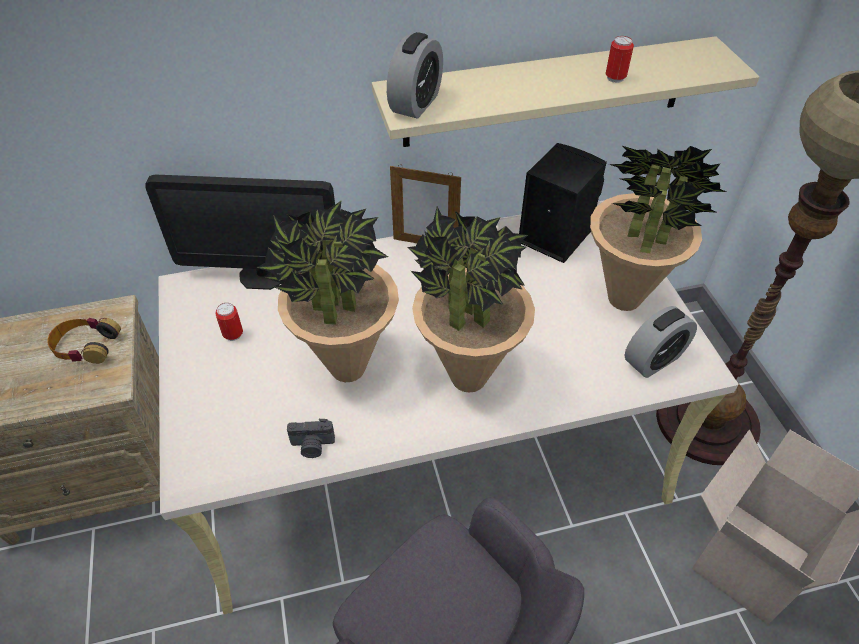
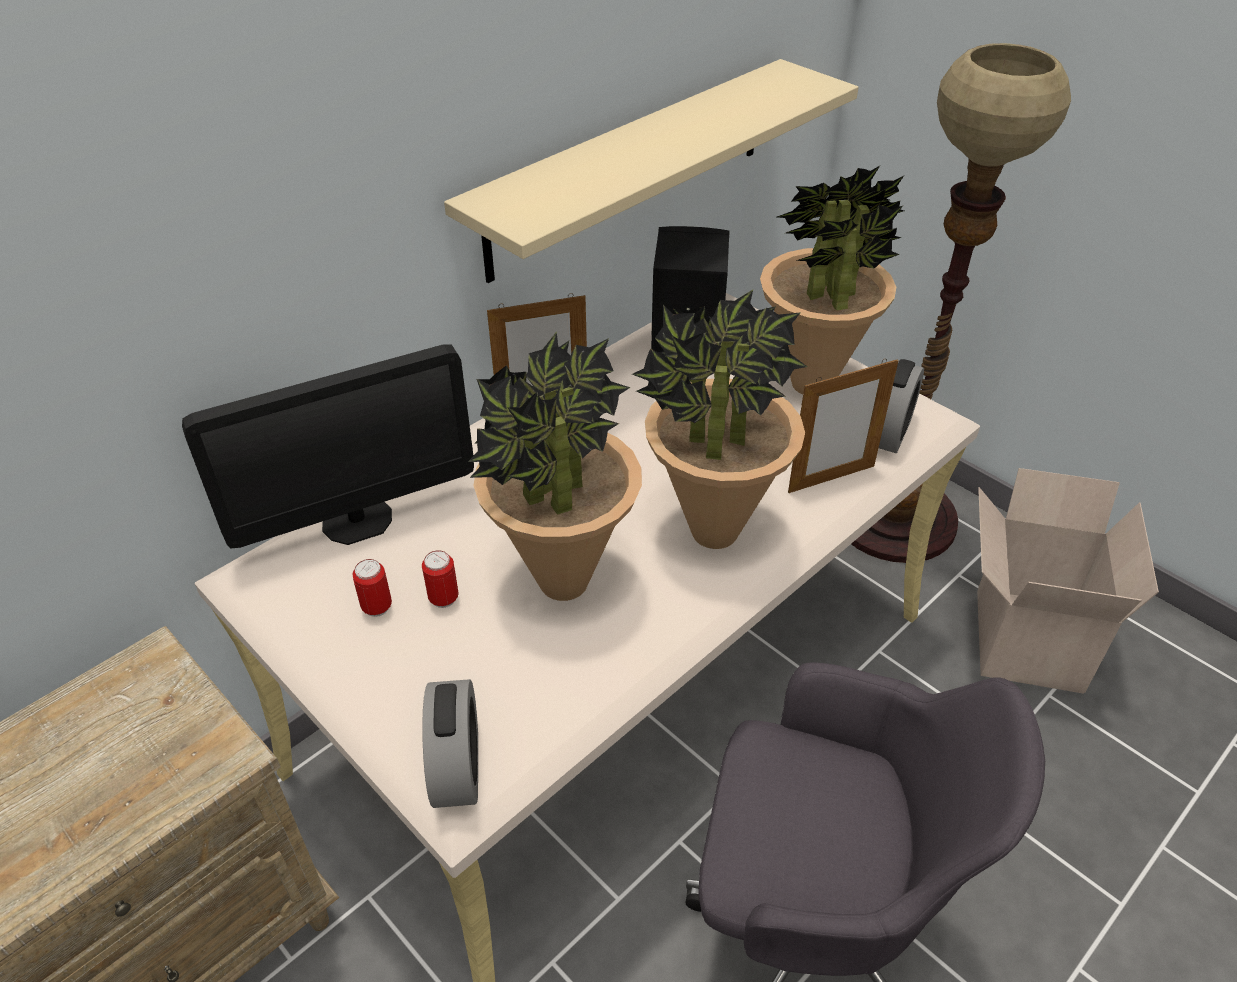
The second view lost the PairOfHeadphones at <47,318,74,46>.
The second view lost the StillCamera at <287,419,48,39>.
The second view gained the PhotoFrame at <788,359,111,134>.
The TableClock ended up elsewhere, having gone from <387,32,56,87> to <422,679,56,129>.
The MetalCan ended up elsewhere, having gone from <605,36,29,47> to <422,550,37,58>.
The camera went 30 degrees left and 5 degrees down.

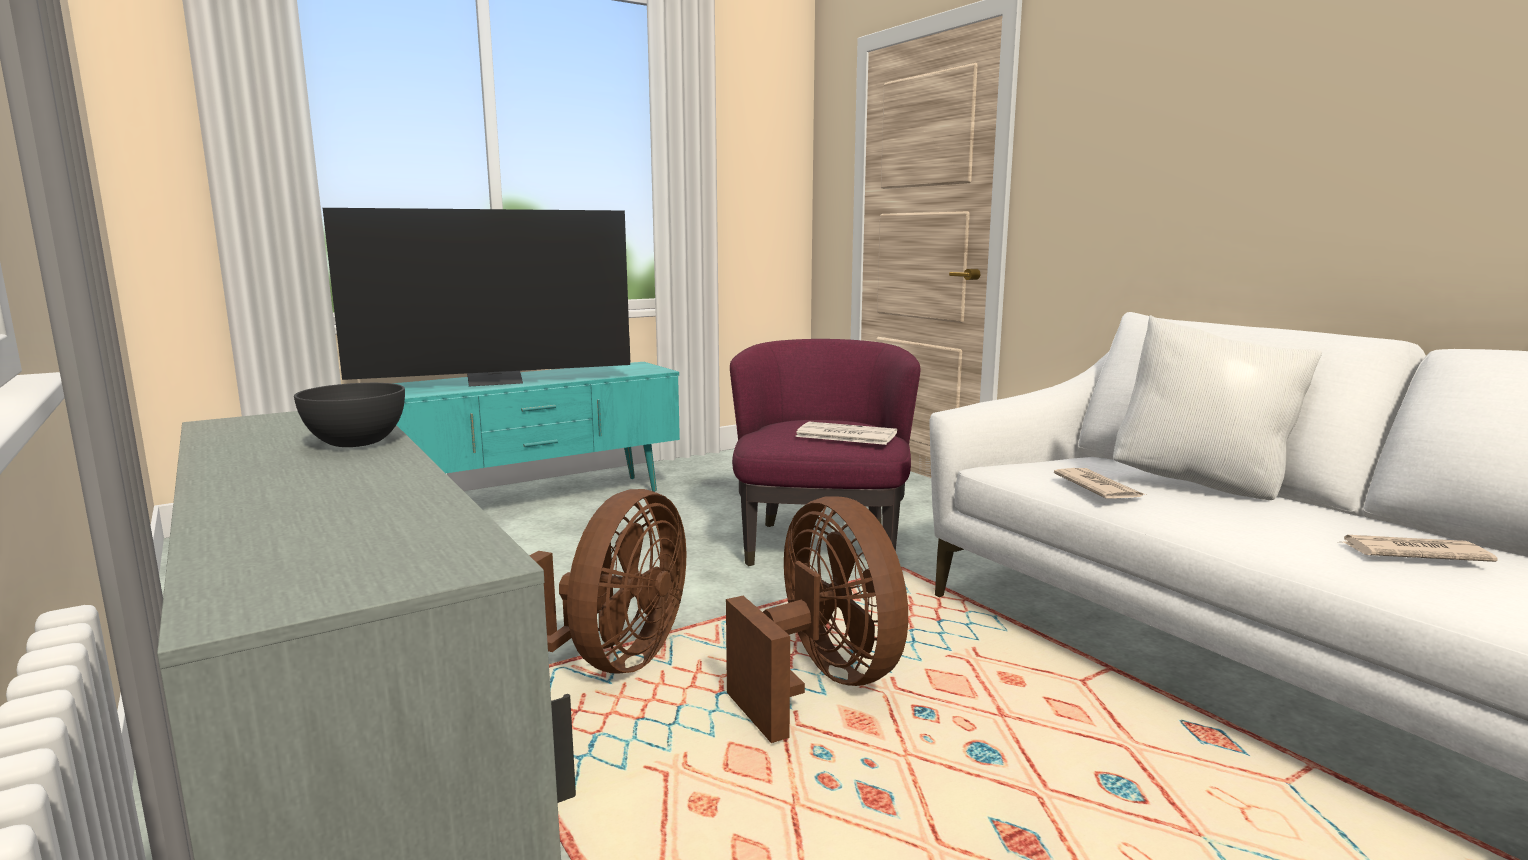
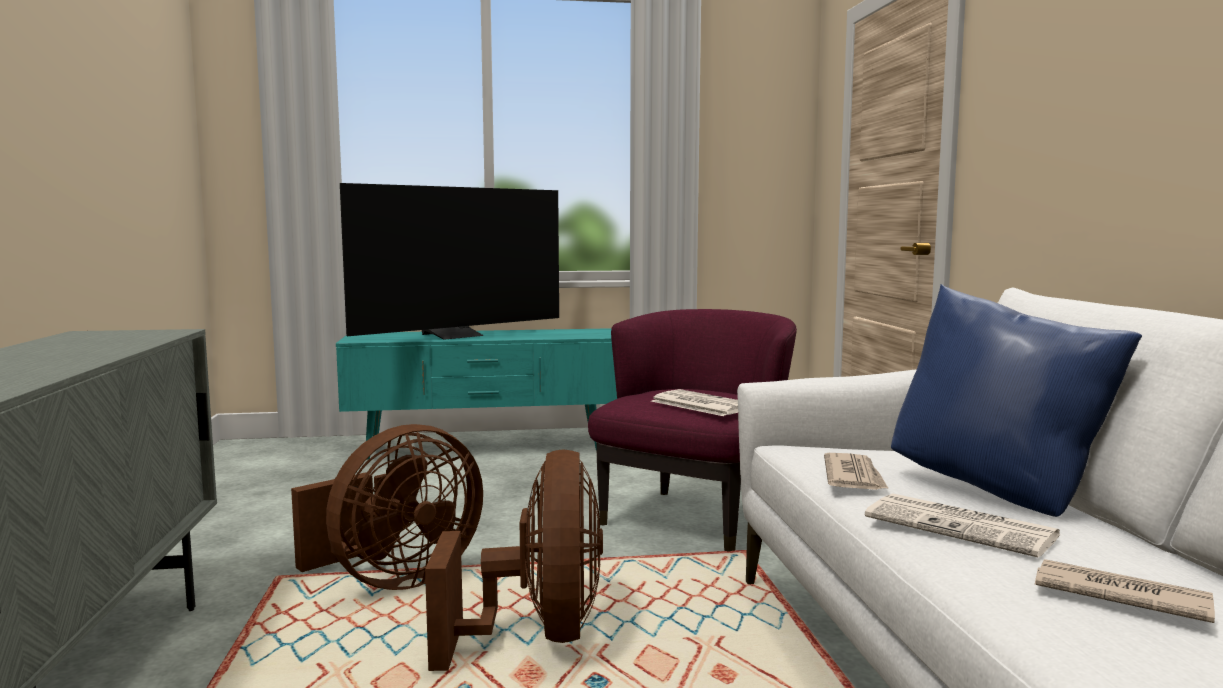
The second view lost the GrayServingBowl at <294,383,111,64>.
The second view gained the Newspaper at <865,493,196,64>.
What was the WhitishCushion at <1113,315,209,185> turned into the BlueColouredCushion at <891,284,251,233>.
The Television at <323,208,307,178> ended up facing another way, 45 degrees counterclockwise from before.
The camera went 25 degrees right and 5 degrees down.

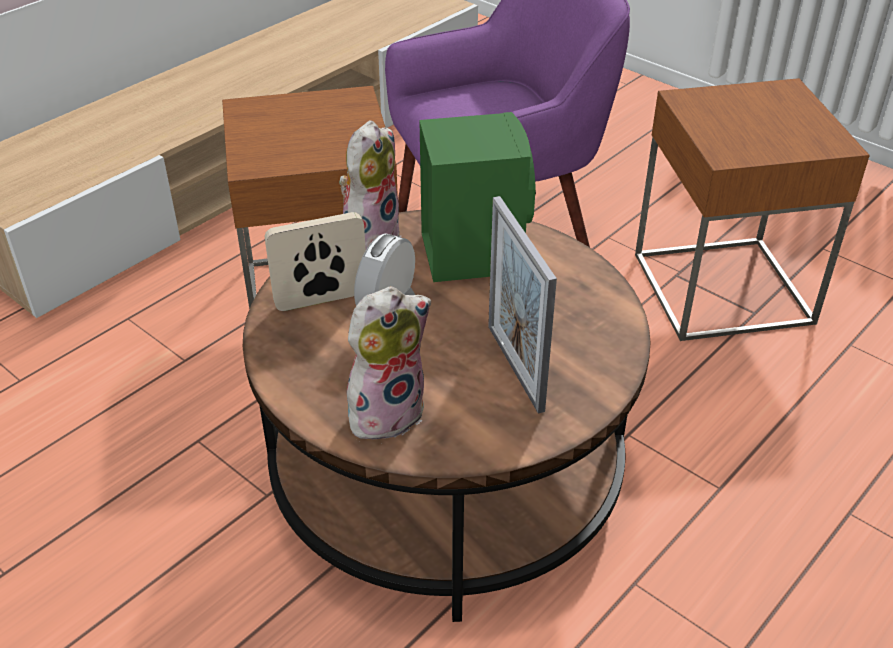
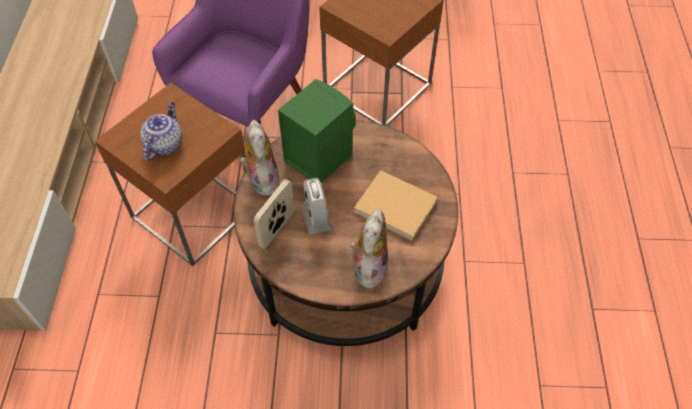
The second view gained the PotForTea at <140,102,42,58>.
Where the PhotoFrame stood at <488,196,69,217>, the SandColouredVolume came to stand at <354,170,83,71>.
The camera went 40 degrees left and 15 degrees up.

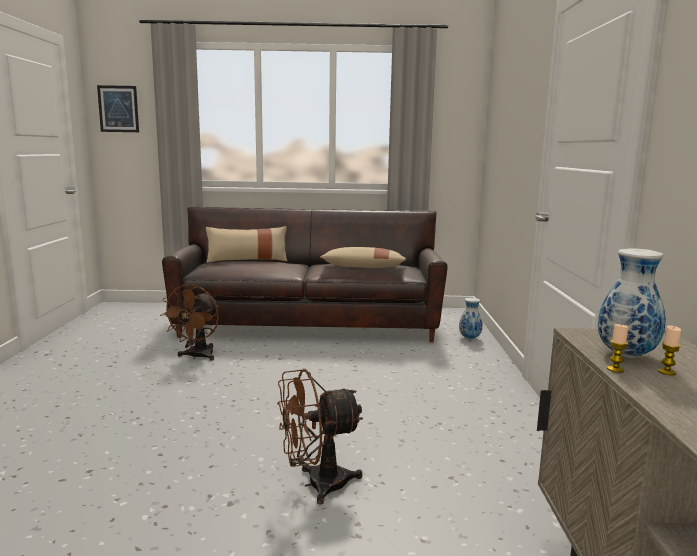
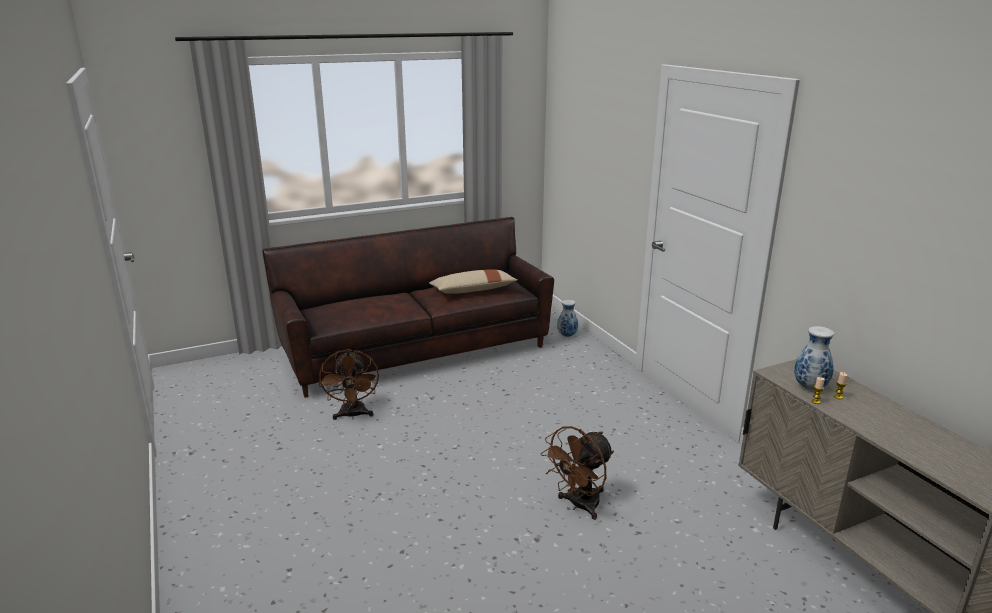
The second view lost the WallArt at <97,85,42,47>.
The second view lost the SandColouredCushion at <206,226,81,37>.
The camera went 25 degrees left and 10 degrees up.

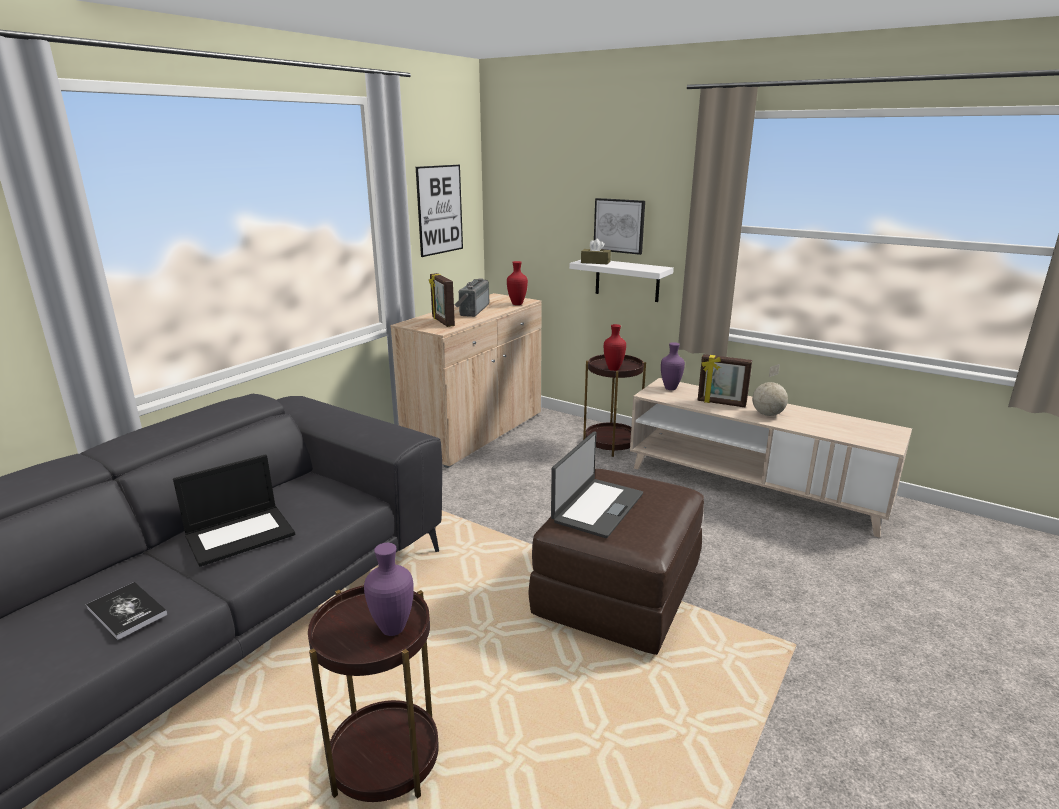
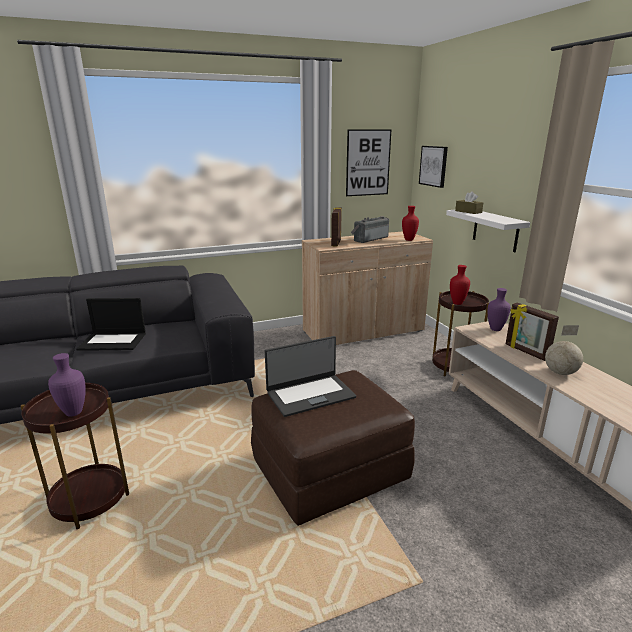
The second view lost the Volume at <86,582,81,58>.
The WallArt ended up elsewhere, having gone from <594,198,51,57> to <419,146,29,42>.
The camera went 35 degrees right and 0 degrees up.

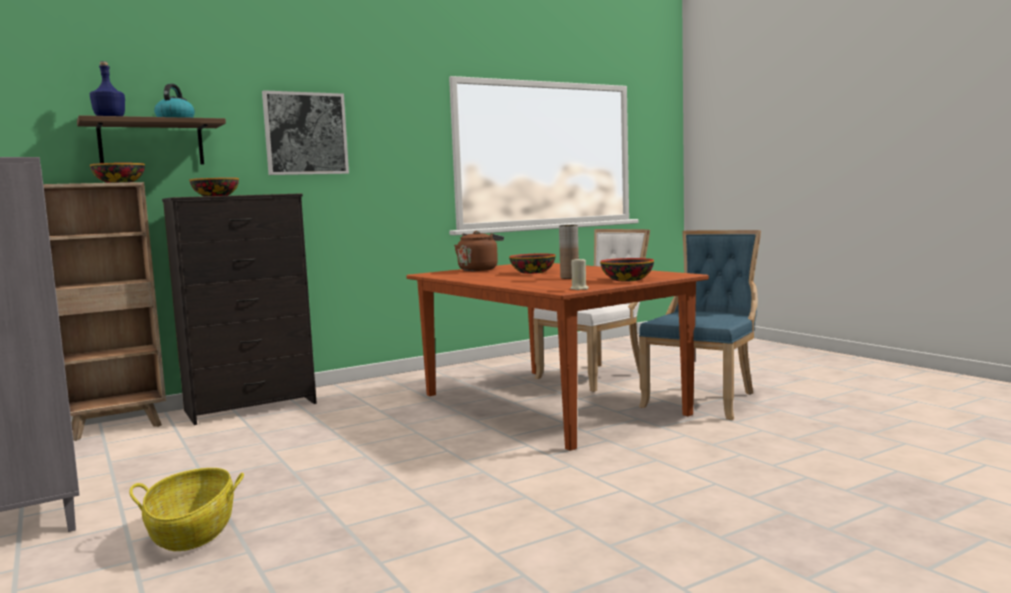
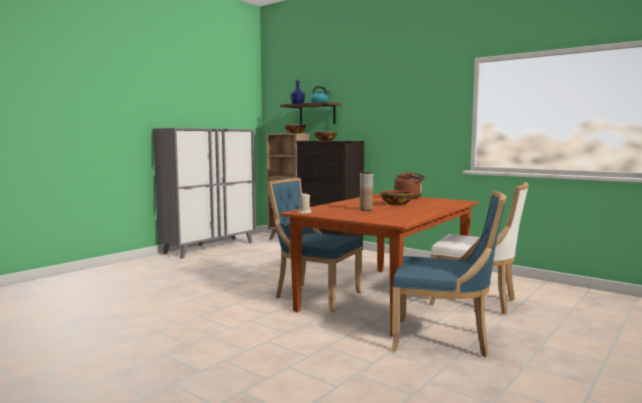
The second view lost the Basket at <129,468,115,83>.
The second view lost the WallArt at <262,90,87,85>.
The second view lost the ServingBowl at <600,258,54,23>.
The second view gained the BlueColouredUprightChair at <267,178,95,134>.
The camera went 70 degrees right and 0 degrees up.

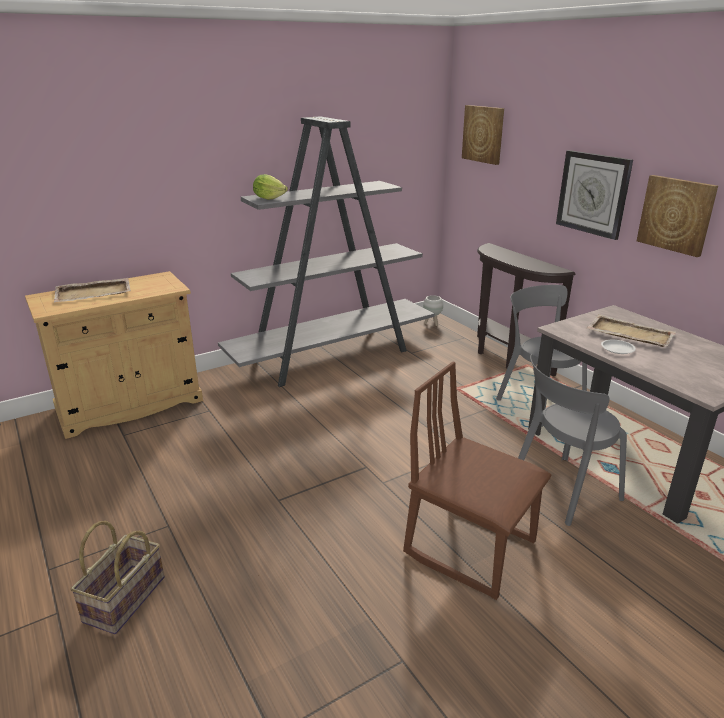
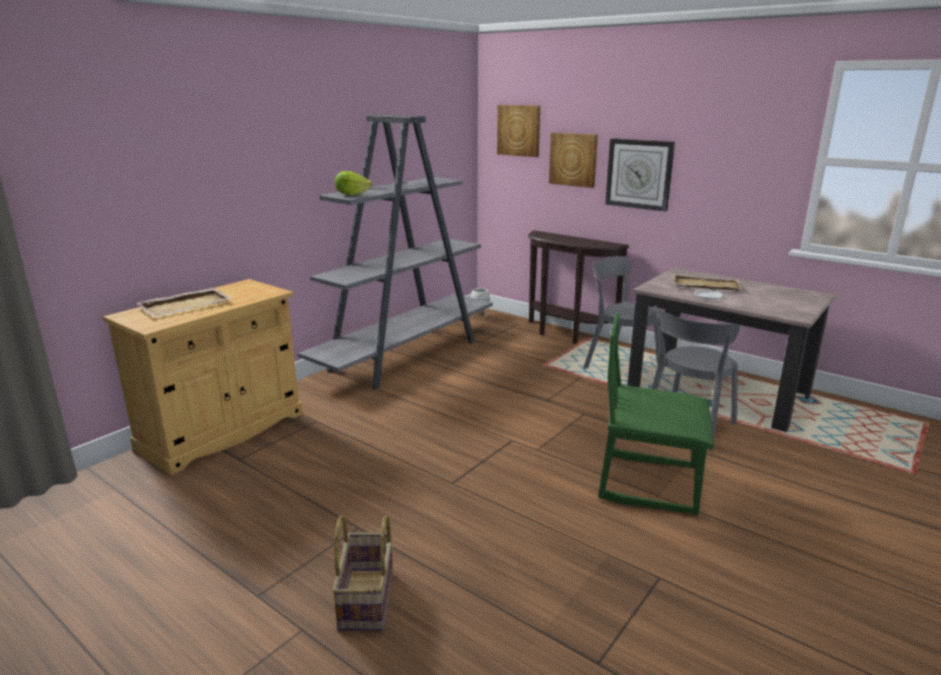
The WallArt ended up elsewhere, having gone from <637,175,81,82> to <549,133,49,55>.
What was the BrownColouredUprightChair at <403,361,149,239> turned into the GreenUprightChair at <598,313,116,202>.
The camera went 20 degrees left and 5 degrees down.

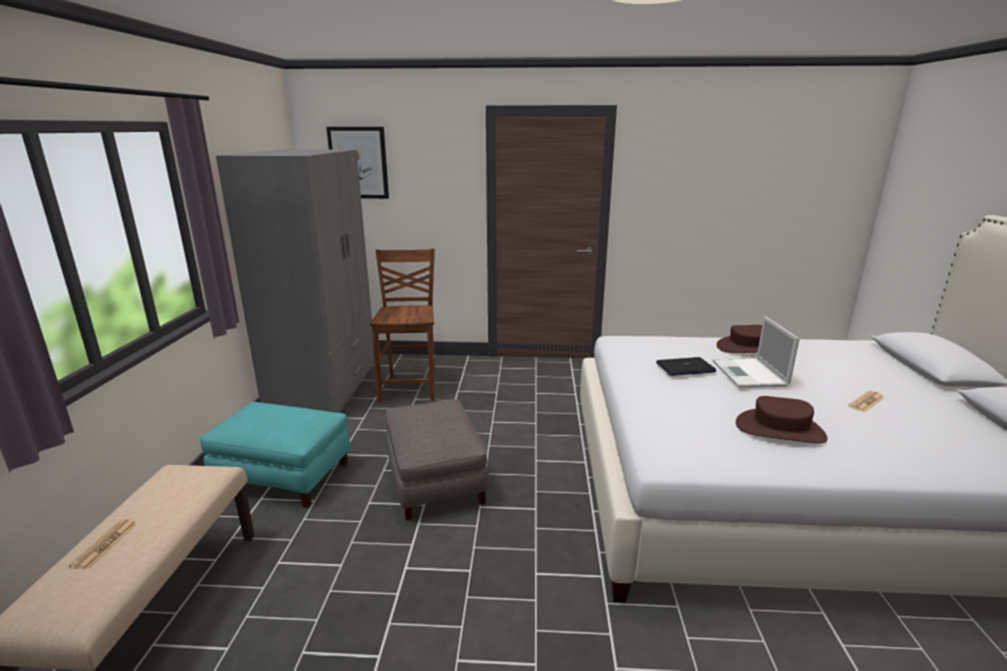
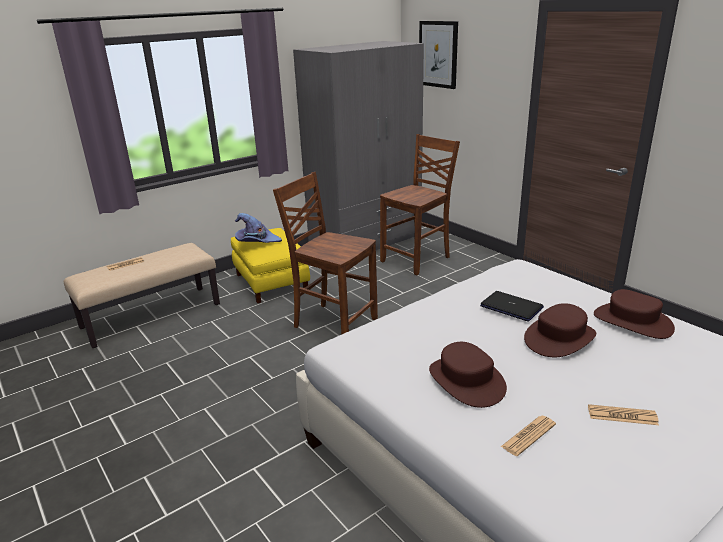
The second view gained the PurplishHat at <235,213,47,30>.
The second view gained the Newspaper at <501,416,55,40>.
Where the GrayOttoman stood at <386,399,103,121>, the BrownColouredUprightChair came to stand at <273,172,105,163>.
Where the Laptop stood at <713,316,87,72>, the BrownColouredHat came to stand at <524,303,72,54>.
What was the TurquoiseOttoman at <199,402,151,106> turned into the YellowOttoman at <231,228,79,75>.
The camera went 50 degrees right and 5 degrees up.

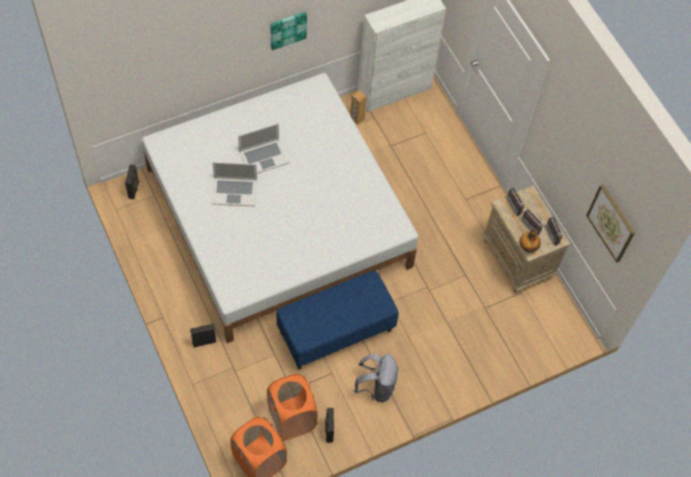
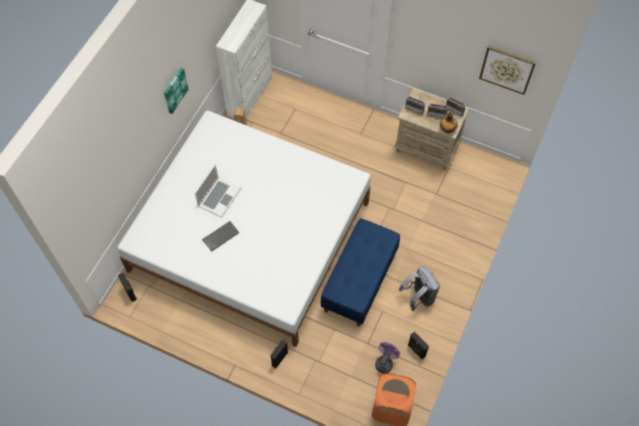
Where the Laptop stood at <211,162,46,45>, the Keyboard came to stand at <202,221,37,31>.
Where the OrangeLaundryBasket stood at <267,374,50,66>, the PurplishElectricFan came to stand at <375,342,25,31>.
The camera went 35 degrees left and 0 degrees up.

